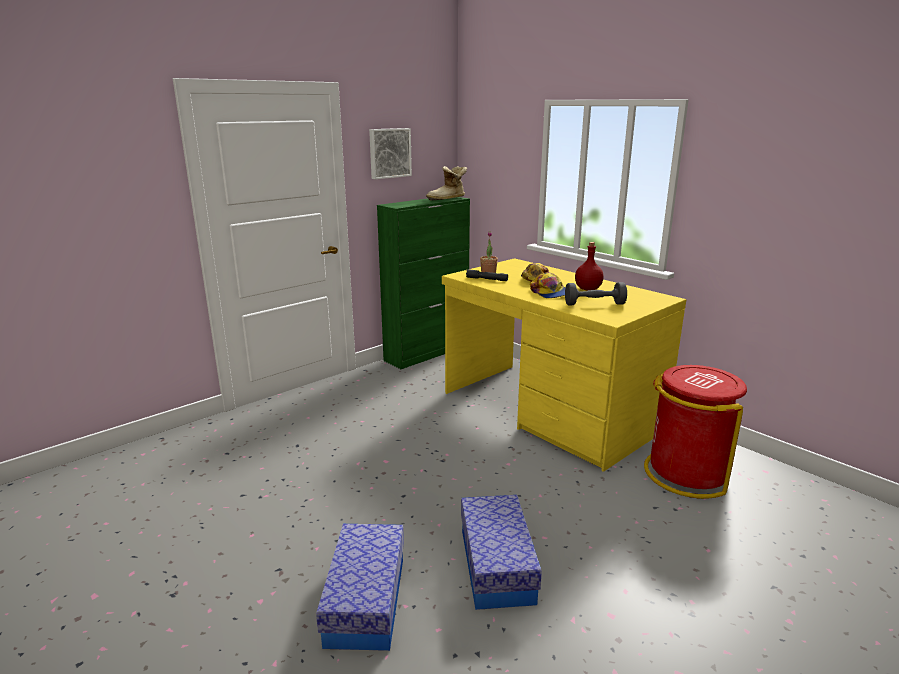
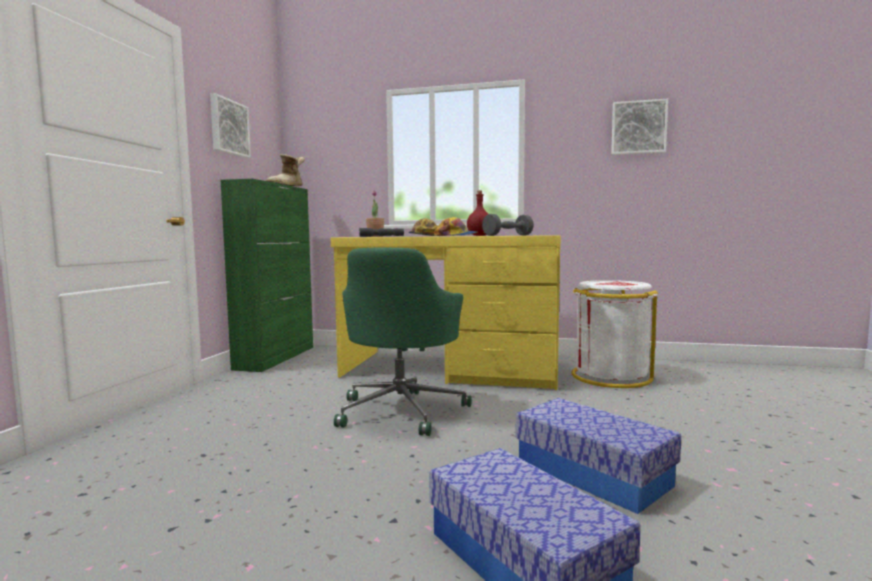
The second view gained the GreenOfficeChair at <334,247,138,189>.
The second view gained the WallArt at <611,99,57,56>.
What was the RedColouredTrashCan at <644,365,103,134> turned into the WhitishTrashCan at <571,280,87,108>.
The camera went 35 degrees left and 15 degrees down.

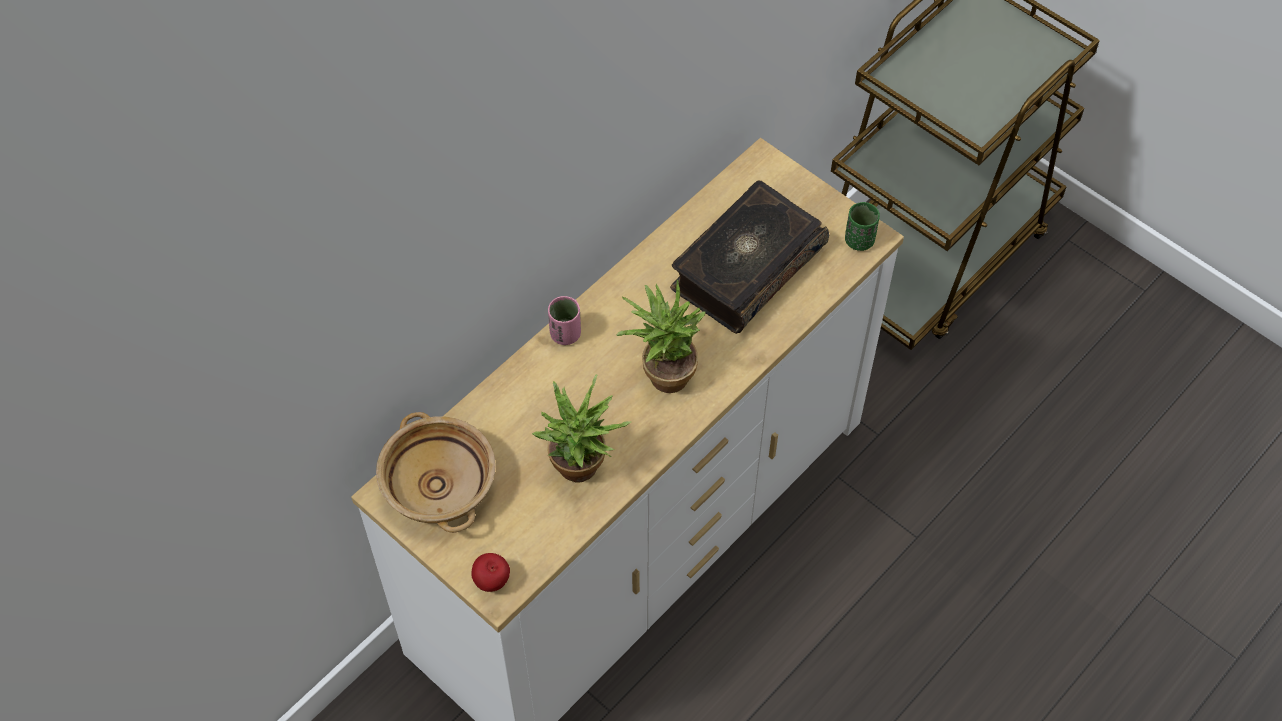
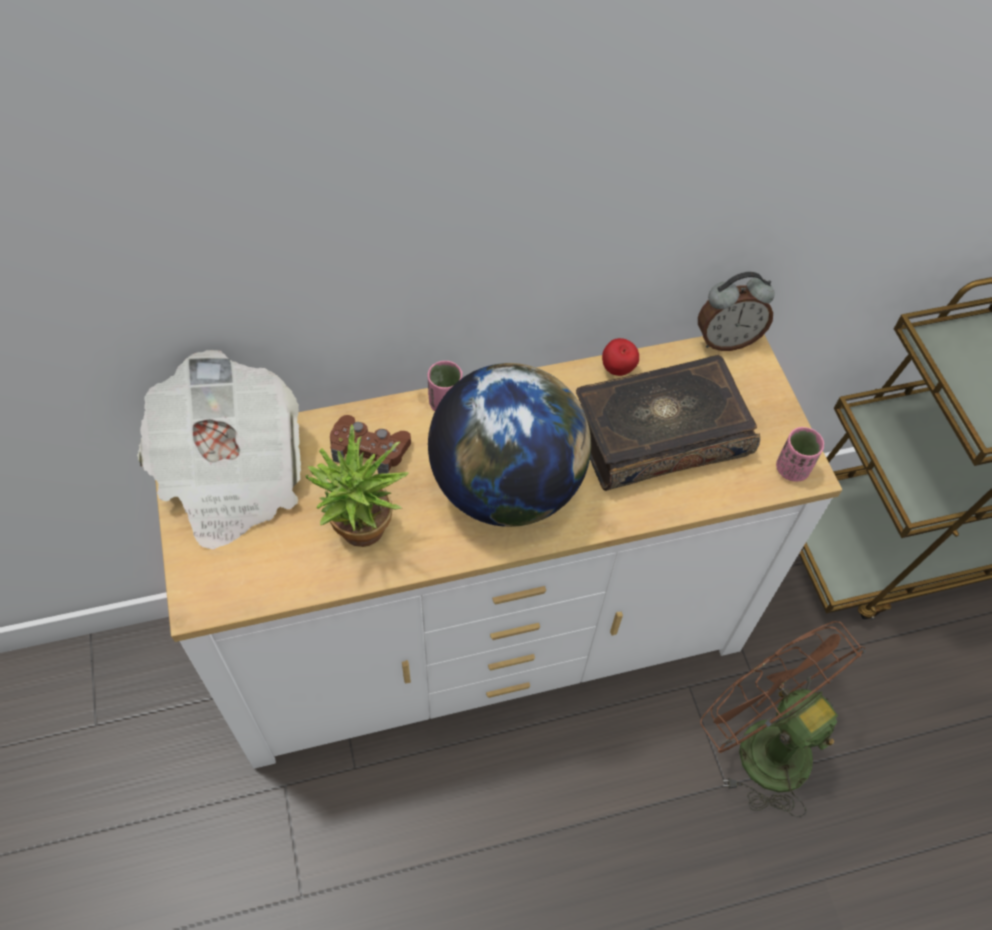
The second view gained the BrownColouredGamepad at <330,415,81,59>.
The second view gained the TableClock at <698,272,77,79>.
The second view gained the BrownColouredElectricFan at <700,621,166,197>.
The AppleFruit ended up elsewhere, having gone from <471,553,39,39> to <602,338,37,38>.
Where the SandColouredServingBowl stood at <376,412,120,121>, the Newspaper came to stand at <137,350,164,200>.
Where the PlantInAPot stood at <617,279,89,114>, the DeskGlobe came to stand at <428,363,163,164>.
What was the GreenSmallCup at <845,202,35,49> turned into the PinkishSmallCup at <776,427,48,55>.
The camera went 30 degrees right and 0 degrees up.

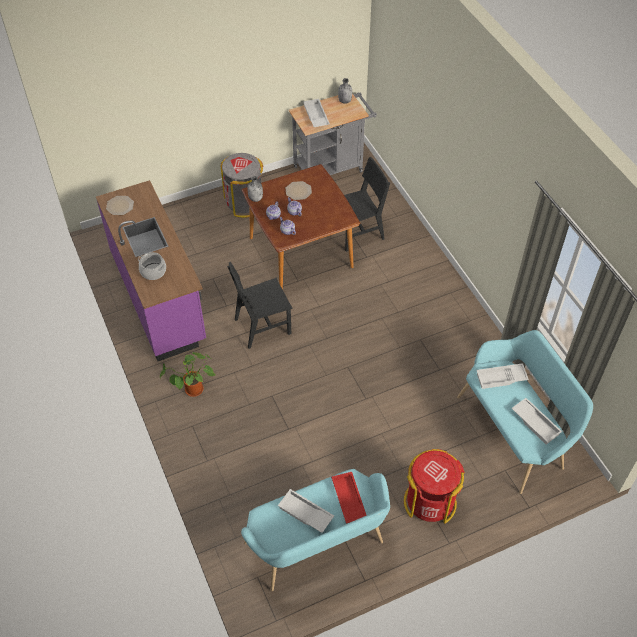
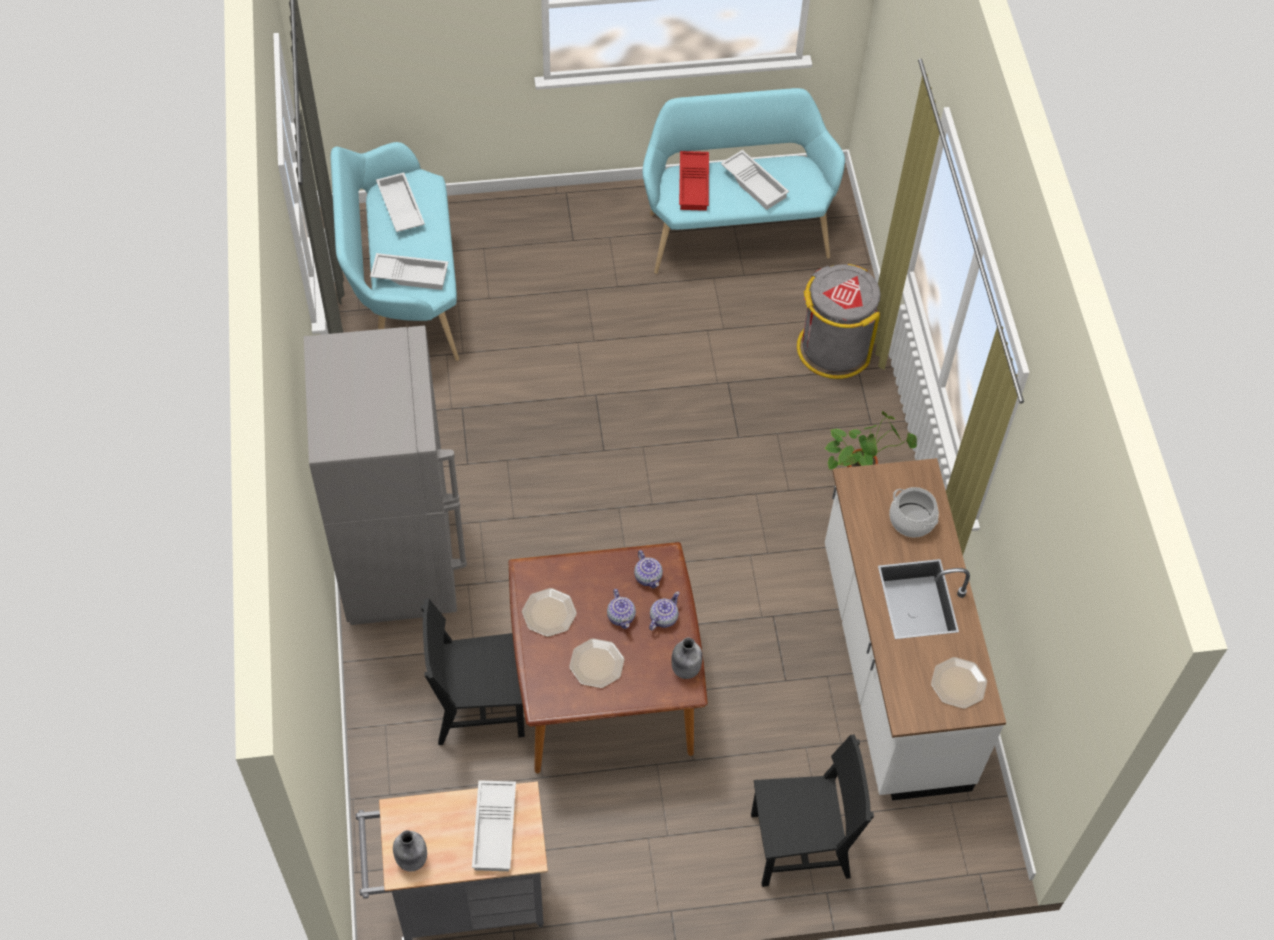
The second view lost the RedColouredTrashCan at <404,449,61,75>.
The second view gained the GrayRefrigerator at <304,325,163,300>.
The second view gained the DinnerPlate at <522,588,55,49>.
The GrayTrashCan ended up elsewhere, having gone from <221,153,42,65> to <797,264,84,115>.
The BlackColouredUprightChair ended up elsewhere, having gone from <227,262,65,87> to <751,734,123,153>.
What was the PurplishCounter at <96,180,110,181> turned into the WhitishCounter at <825,458,181,343>.
The camera went 165 degrees left and 5 degrees up.

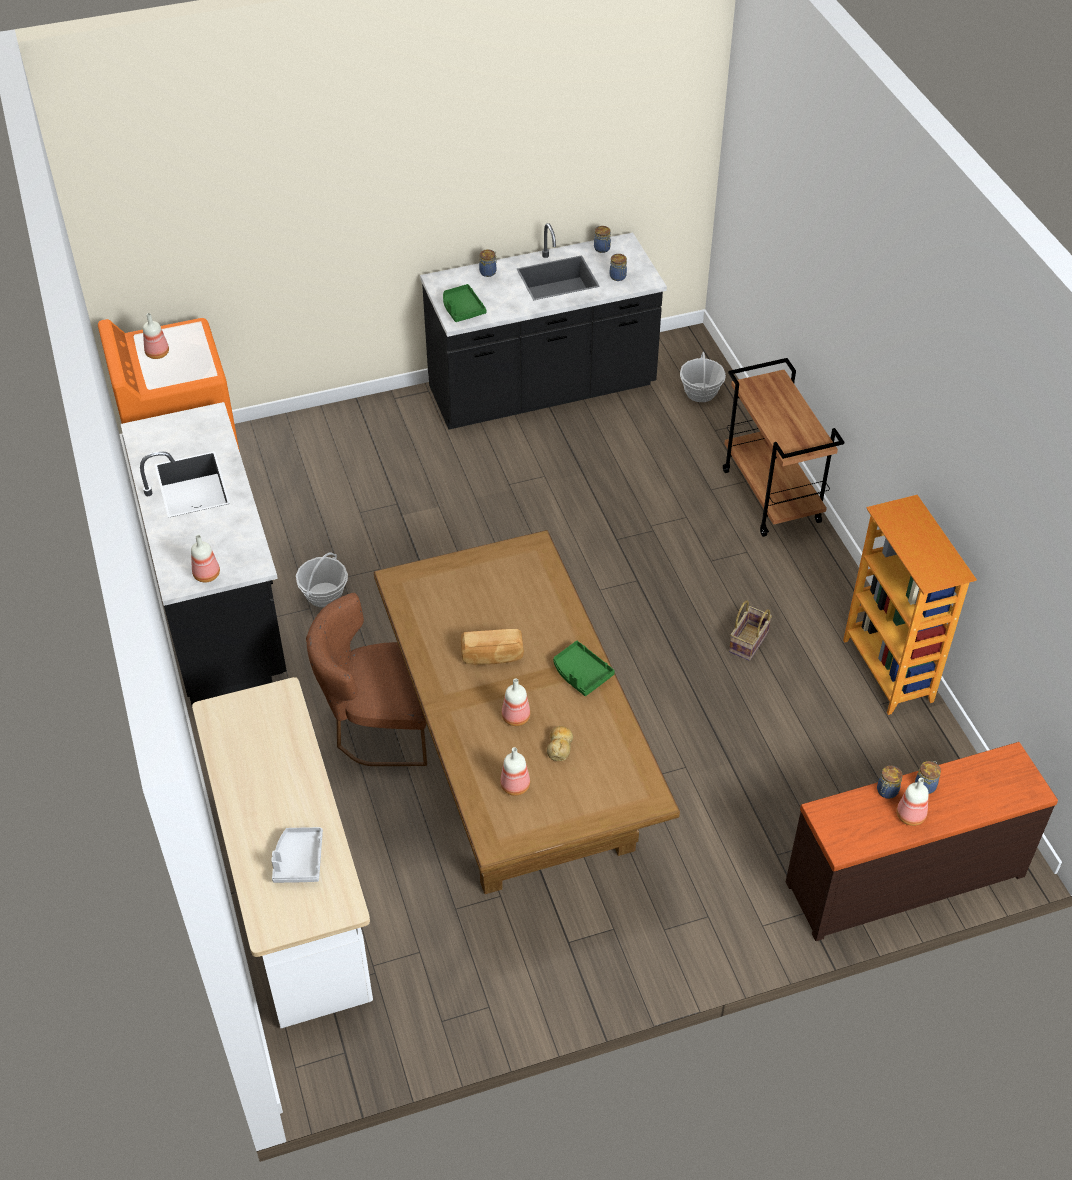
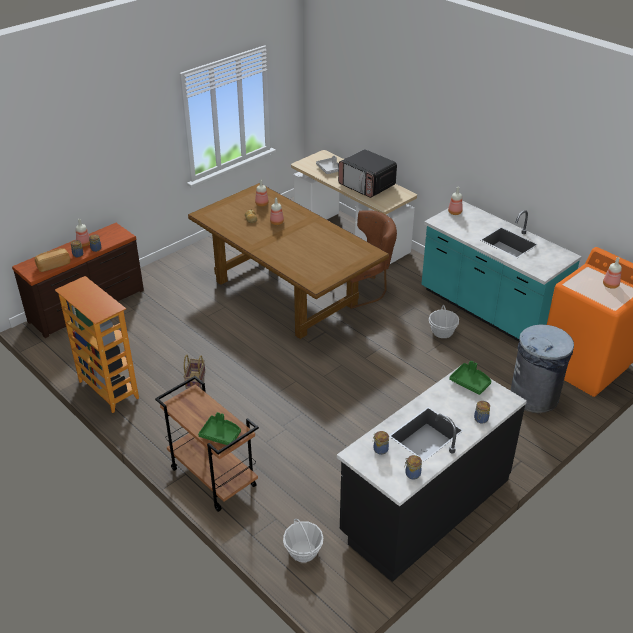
The second view gained the Microwave at <338,149,59,49>.
The second view gained the GrayTrashCan at <510,325,64,88>.
The Bread ended up elsewhere, having gone from <460,629,64,36> to <34,248,37,24>.
The GreenServingTray ended up elsewhere, having gone from <553,641,62,55> to <198,412,43,33>.
What was the BlackColouredCounter at <121,402,166,303> turned into the TurquoiseCounter at <421,201,161,141>.
The camera went 155 degrees right and 10 degrees down.

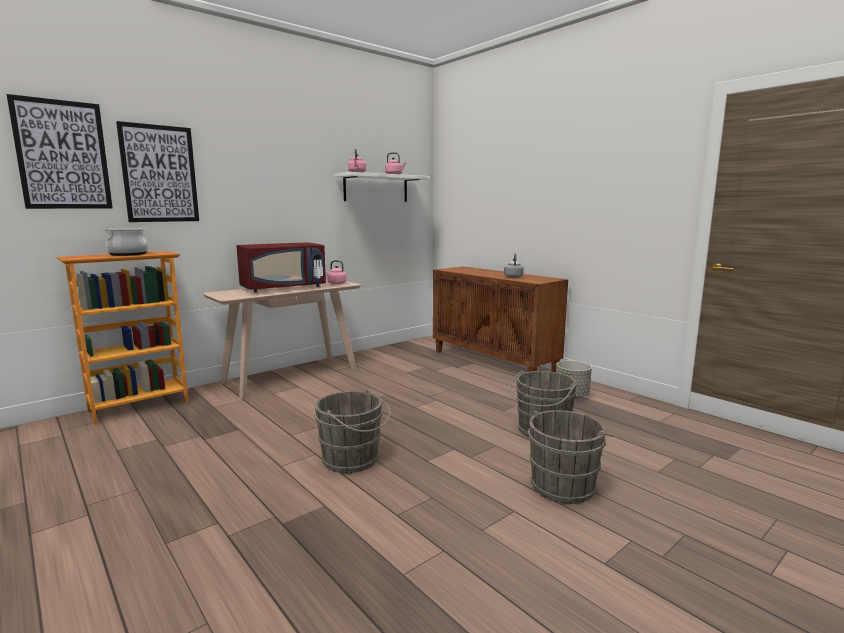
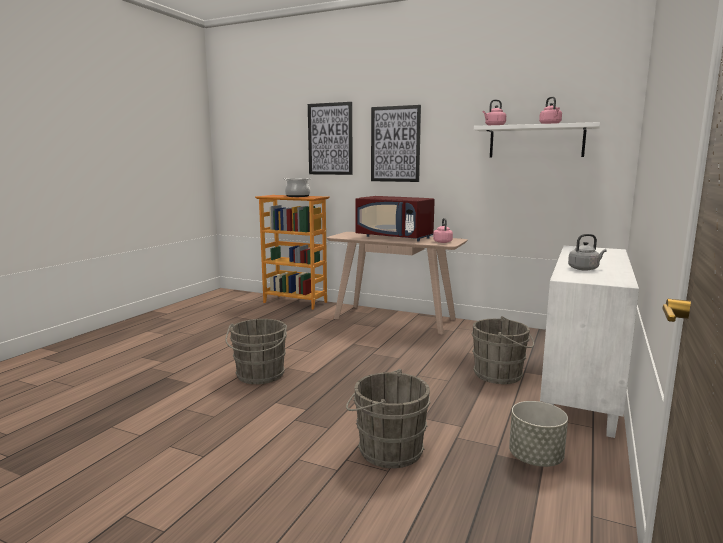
The WallArt ended up elsewhere, having gone from <7,94,106,115> to <371,105,50,77>.
The GrayPail ended up elsewhere, having gone from <527,410,87,94> to <471,316,63,68>.
What was the BrownColouredCabinet at <433,267,135,105> turned into the WhitishCabinet at <540,246,99,192>.
The camera went 65 degrees right and 0 degrees up.

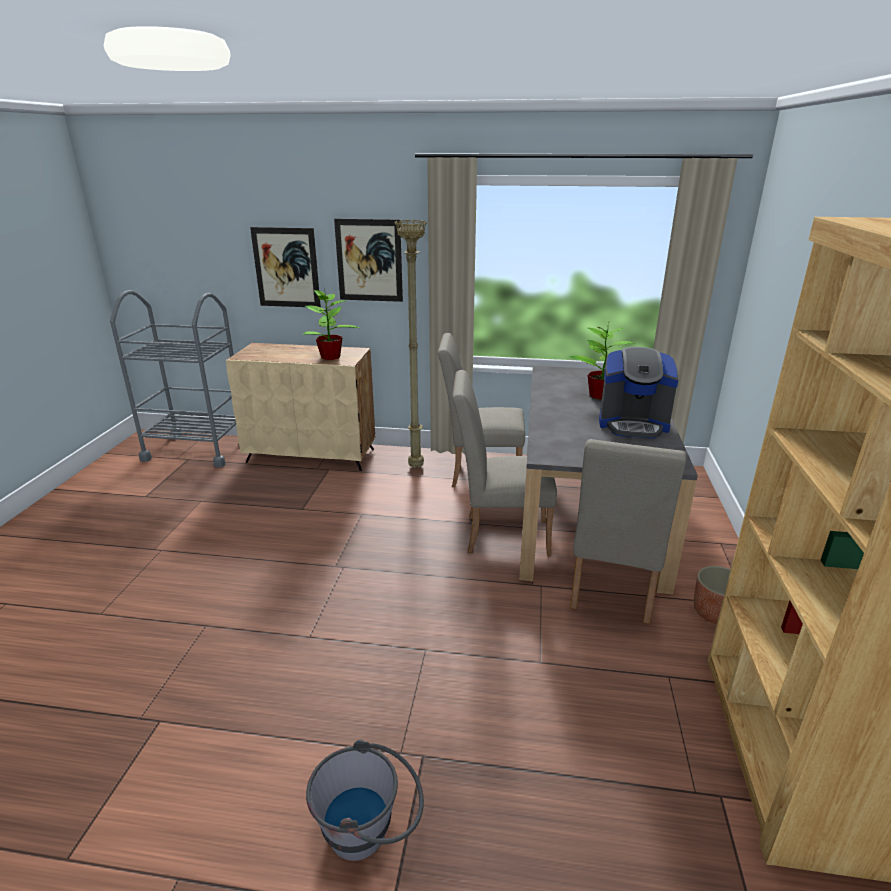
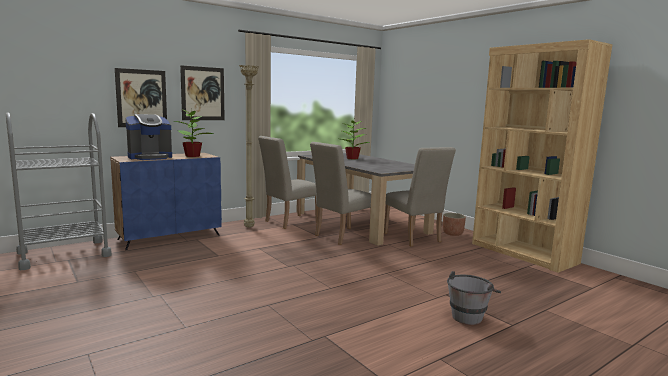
The CoffeeMaker ended up elsewhere, having gone from <599,347,79,92> to <125,114,47,46>.
What was the SandColouredCabinet at <226,343,150,128> turned into the BlueColouredCabinet at <111,153,111,97>.
The camera went 45 degrees left and 15 degrees down.

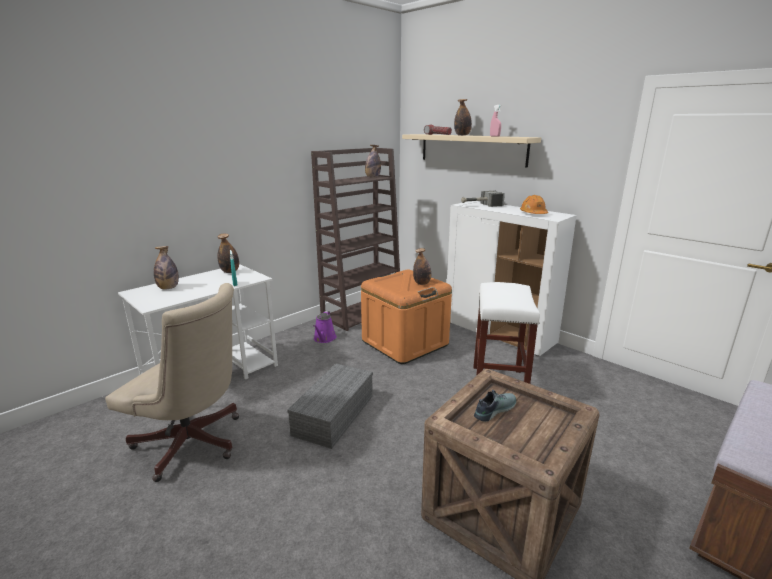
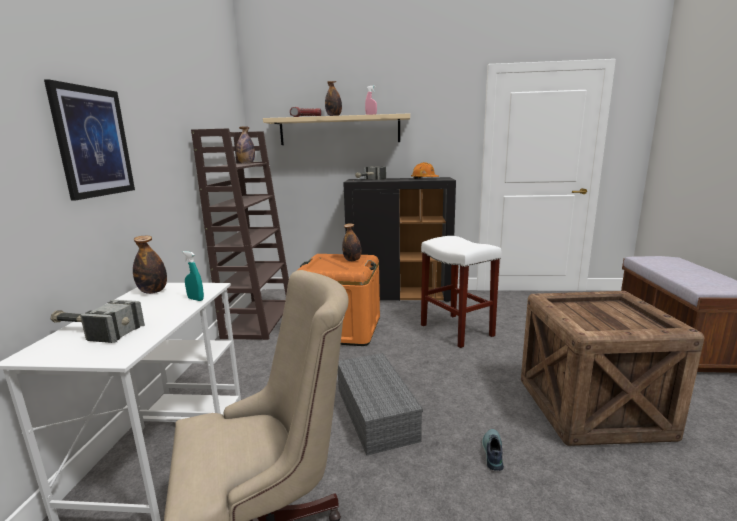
The second view lost the PurplishWateringPot at <313,311,23,32>.
The second view gained the WallArt at <44,79,91,122>.
The LowShoe ended up elsewhere, having gone from <474,390,42,32> to <482,429,22,42>.
Where the Bottle stood at <154,246,25,44>, the Hammer came to stand at <51,300,94,43>.
What was the WhitishCabinet at <447,201,130,155> turned into the BlackColouredCabinet at <343,177,113,125>.
The camera went 40 degrees left and 5 degrees down.

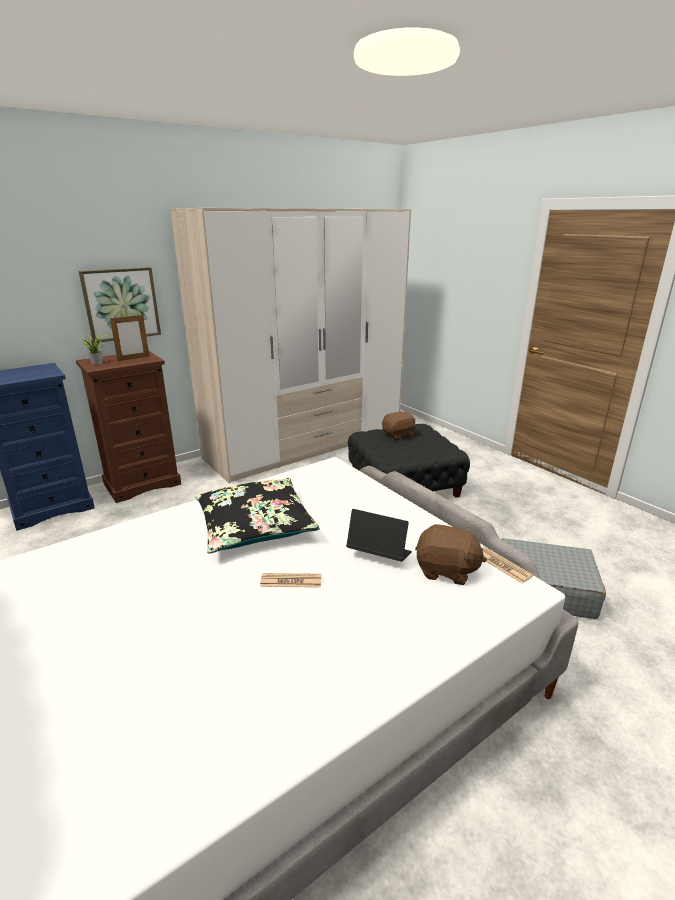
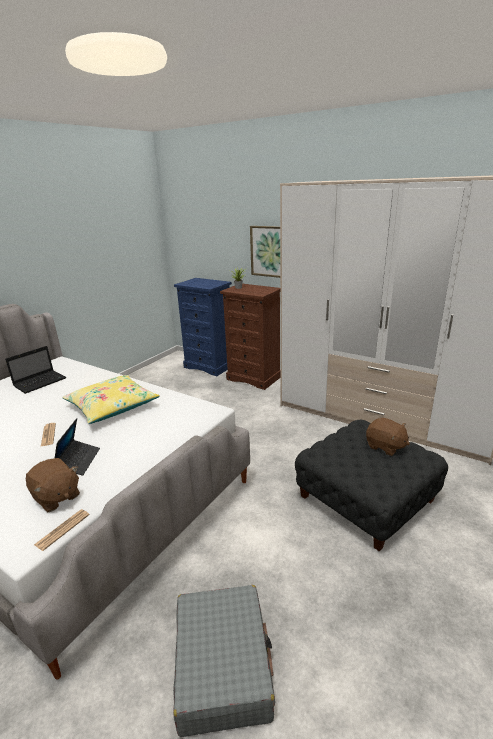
The second view lost the PhotoFrame at <110,315,40,46>.
The second view gained the Laptop at <5,346,61,48>.
What was the BlackColouredCushion at <195,478,125,76> turned into the YellowCushion at <62,375,98,49>.
The BrownColouredPlushToy at <415,524,72,61> ended up facing another way, 45 degrees counterclockwise from before.
The camera went 70 degrees right and 0 degrees up.

